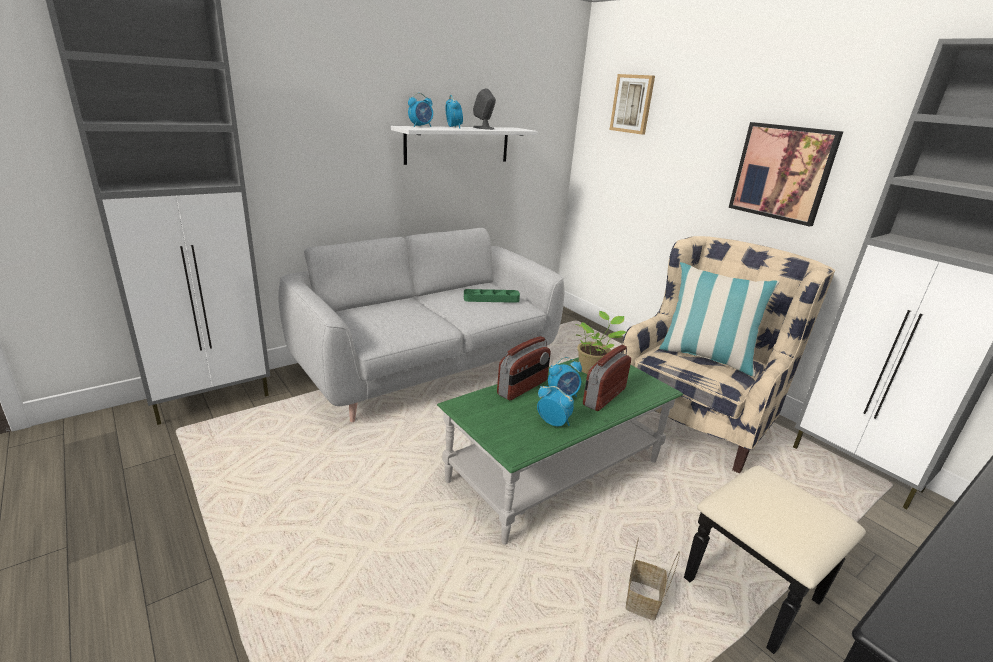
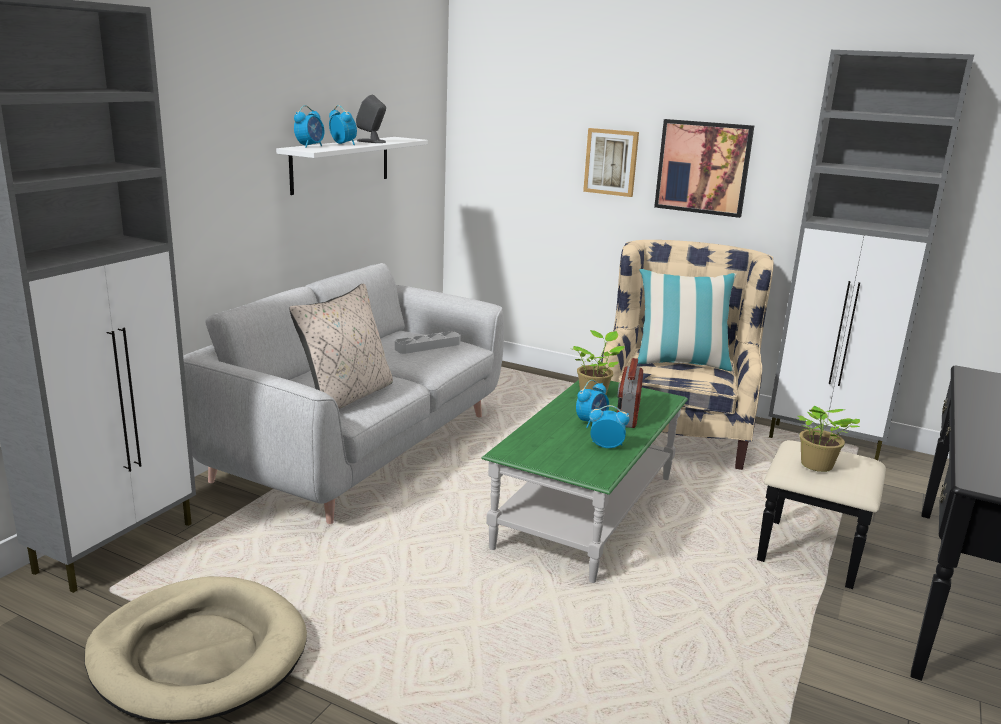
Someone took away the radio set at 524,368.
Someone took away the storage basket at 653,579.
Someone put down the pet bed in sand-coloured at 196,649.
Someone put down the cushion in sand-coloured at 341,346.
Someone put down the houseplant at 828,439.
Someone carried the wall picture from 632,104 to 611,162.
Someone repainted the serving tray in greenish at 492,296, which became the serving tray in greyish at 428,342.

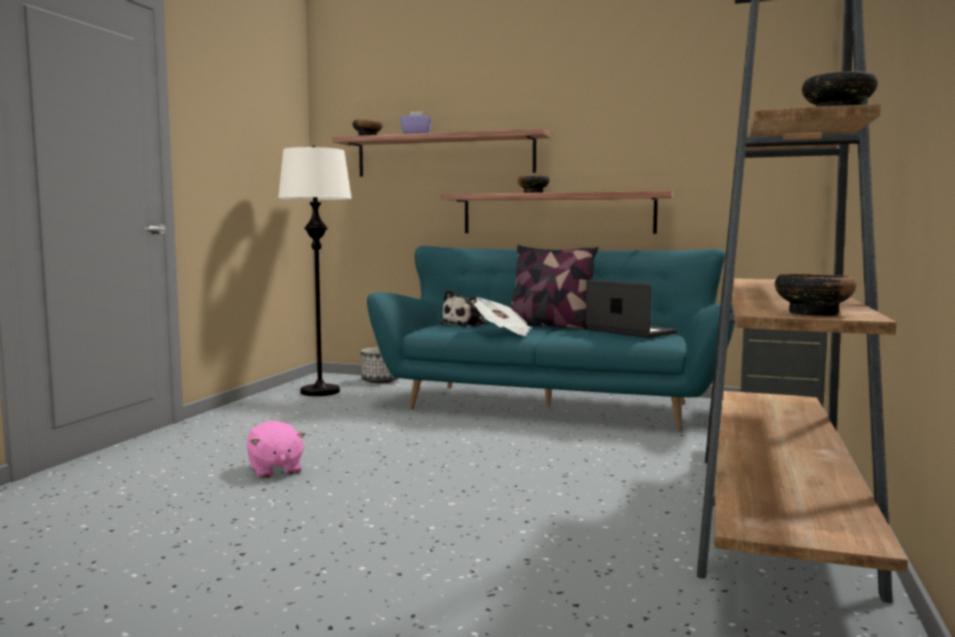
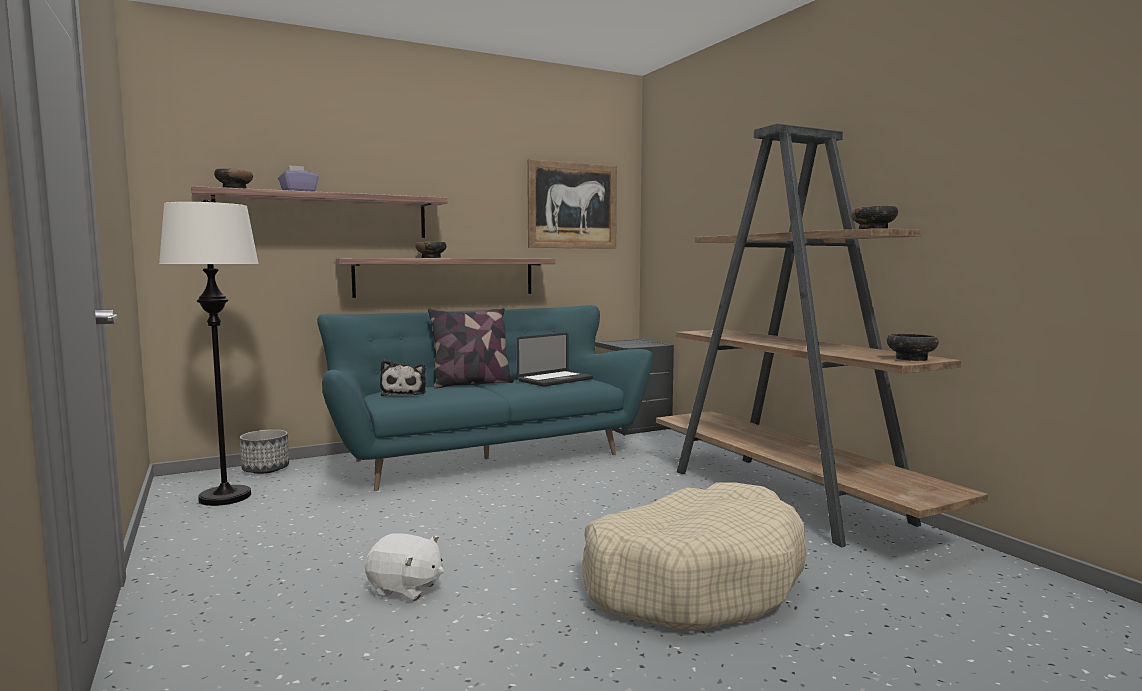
Someone took away the newspaper at 502,316.
Someone put up the wall picture at 572,204.
Someone put down the pet bed in sand-coloured at 694,556.
Someone repainted the plush toy in pink-coloured at 276,449, which became the plush toy in white at 404,567.
Someone rotated the notebook computer at 631,308 by 135 degrees clockwise.

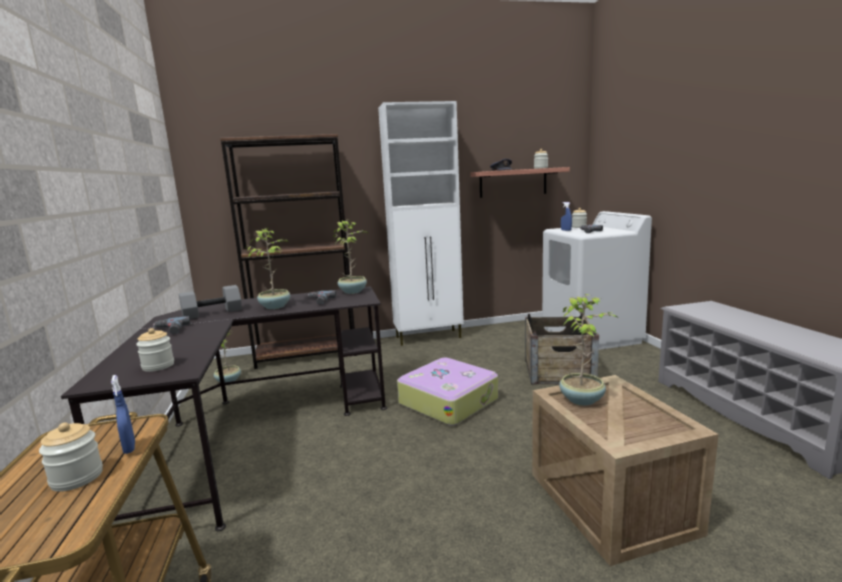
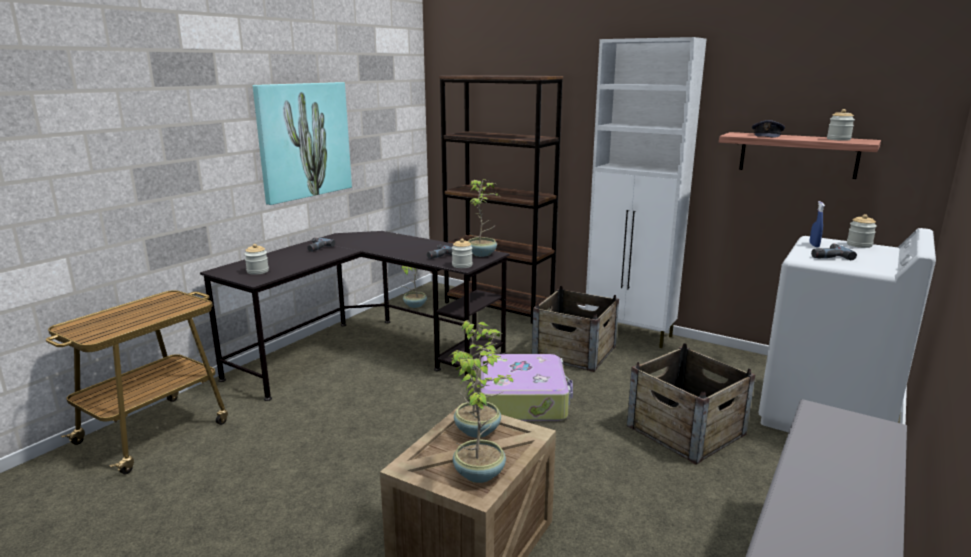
Someone took away the hand sprayer in blue at 123,414.
Someone took away the dumbbell in greyish at 210,302.
Someone put up the wall picture at 302,143.
Someone put down the packing crate at 575,329.
Someone carried the jar from 71,457 to 462,253.
Someone carried the houseplant from 267,268 to 483,417.

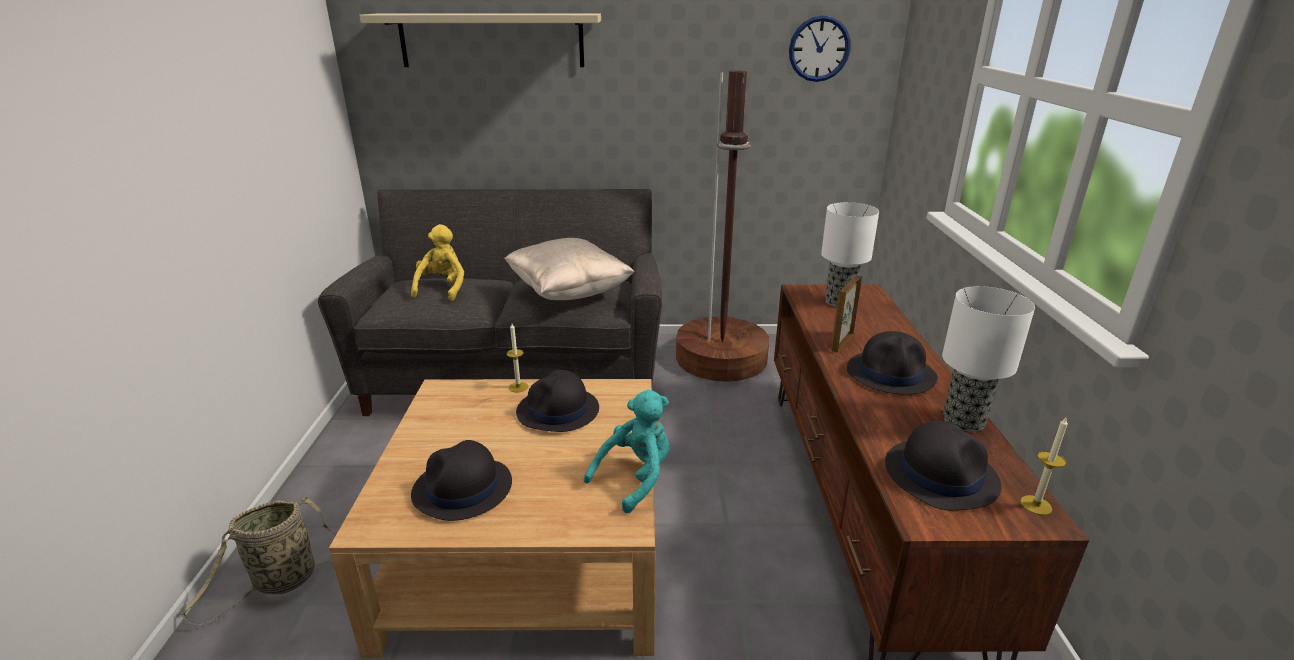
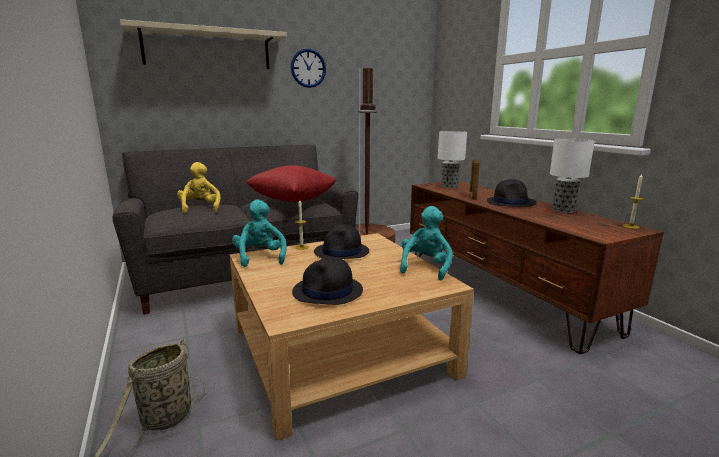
Someone took away the wearable hat in black at 943,466.
Someone put down the plush toy in blue-green at 259,233.
Someone carried the hanging clock from 820,48 to 308,68.
Someone repainted the cushion in sand-coloured at 569,269, which became the cushion in red at 291,183.

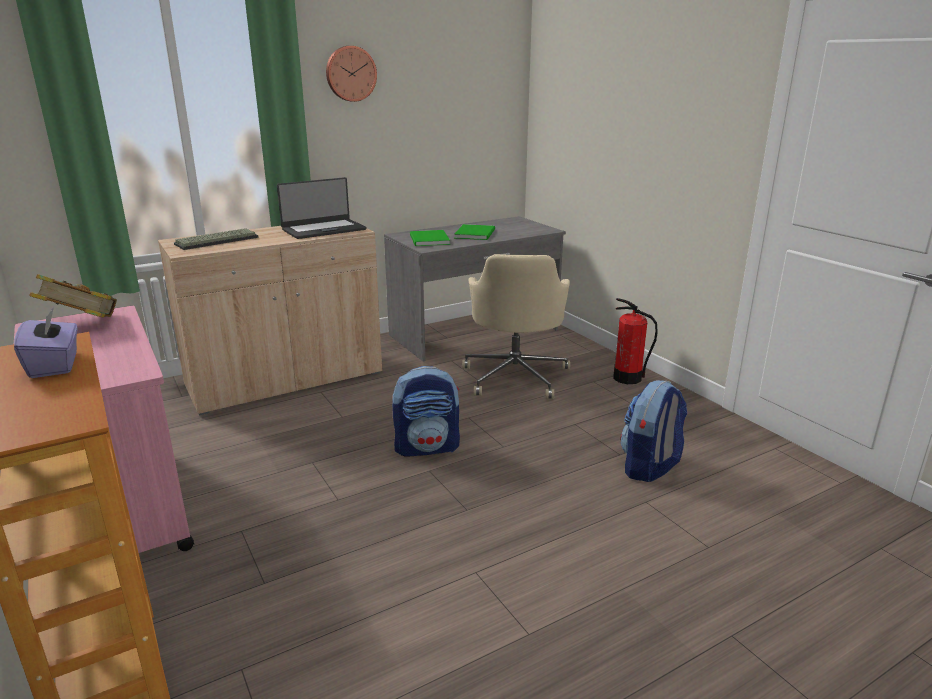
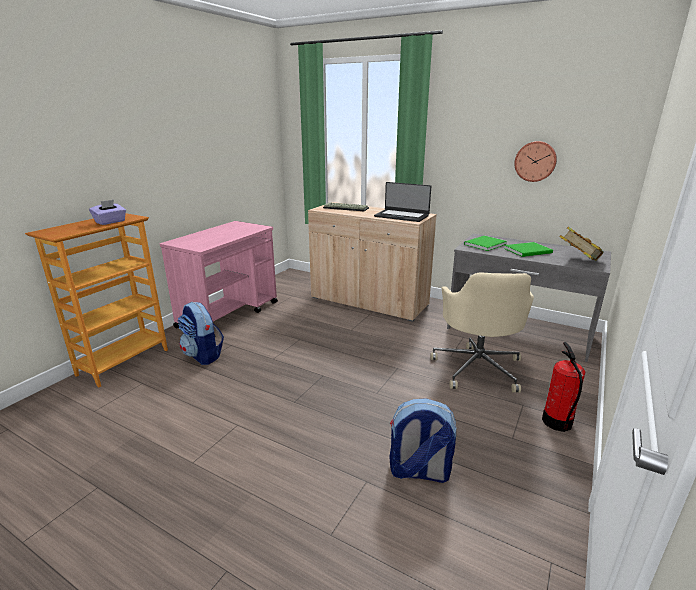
Someone carried the volume from 73,296 to 581,244.
Someone carried the hanging clock from 351,74 to 535,161.
Someone carried the backpack from 426,411 to 201,333.
Someone rotated the computer chair in sand-coloured at 516,326 by 60 degrees counterclockwise.

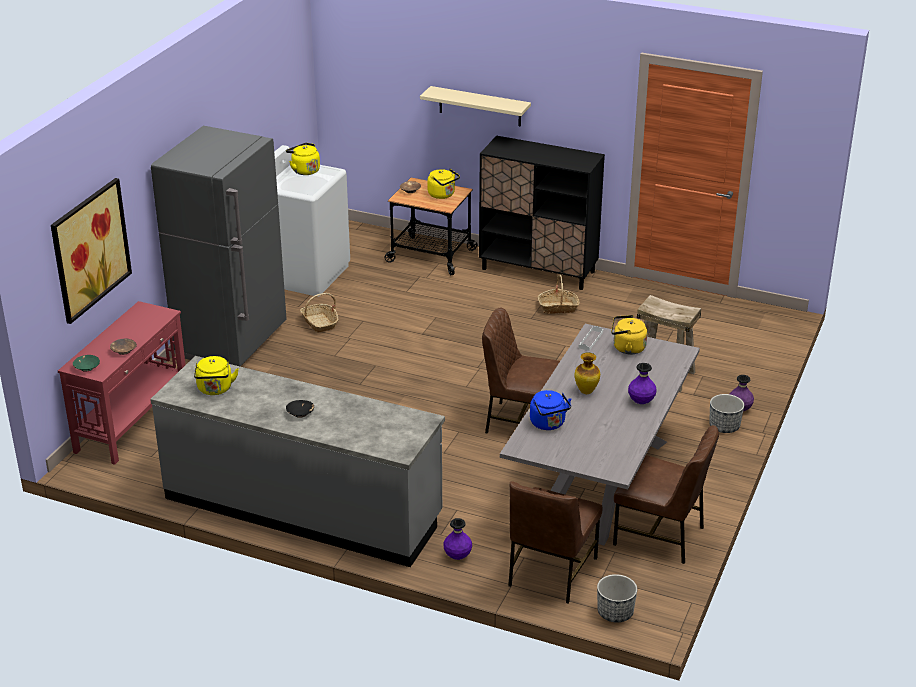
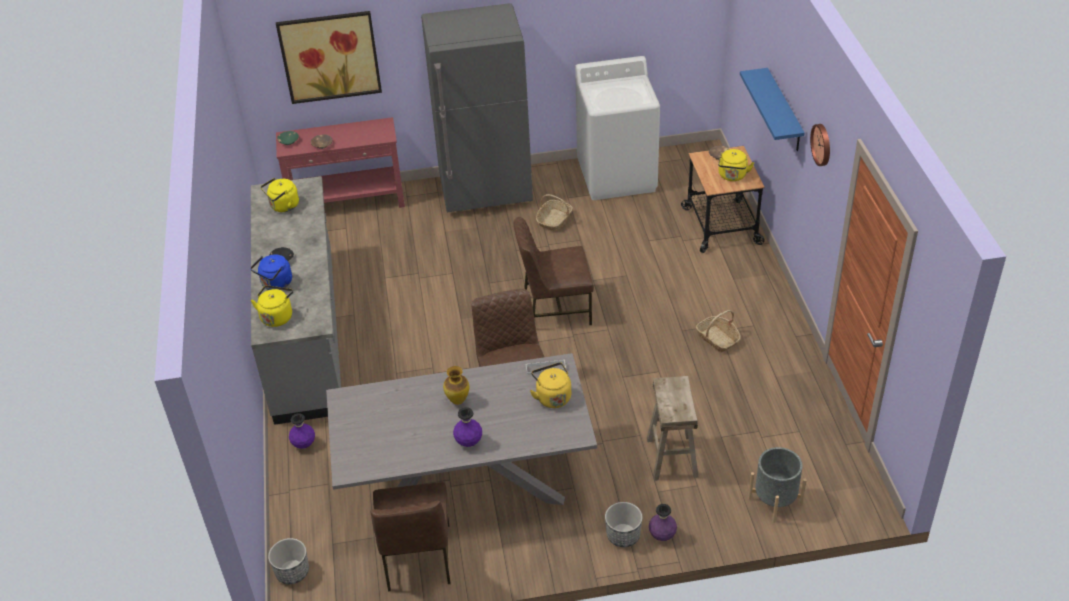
Someone took away the cupboard in black at 542,213.
Someone put down the plant pot in greyish at 777,485.
Someone put up the hanging clock at 820,145.
Someone carried the kettle in yellow from 303,159 to 272,306.
Someone carried the upright chair in brownish from 555,542 to 554,271.
Someone carried the kettle in blue from 550,410 to 271,272.
Someone repainted the wall shelf in sand-coloured at 475,106, which became the wall shelf in blue at 772,109.

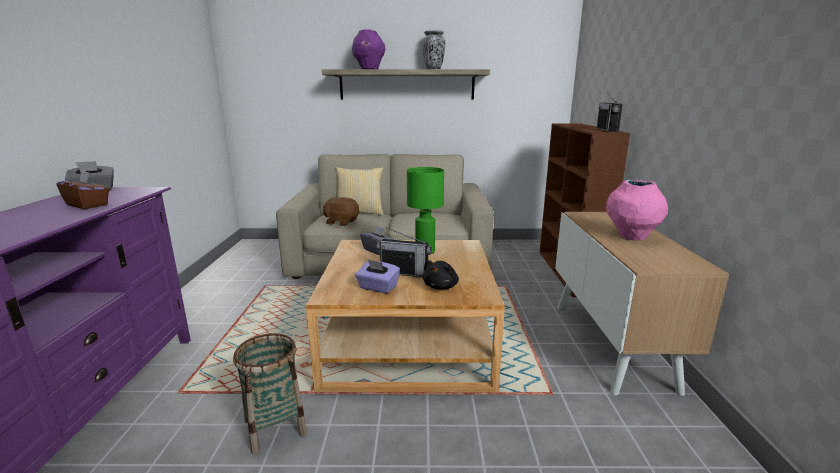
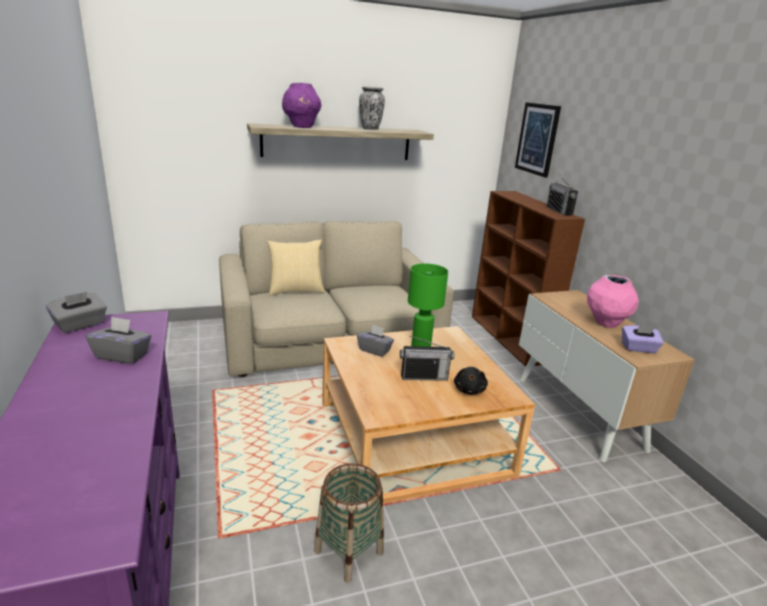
Someone took away the plush toy in brownish at 341,211.
Someone put up the wall picture at 538,140.
Someone carried the tissue holder in purple from 377,276 to 643,339.
Someone repainted the tissue holder in brownish at 83,189, which became the tissue holder in greyish at 118,340.

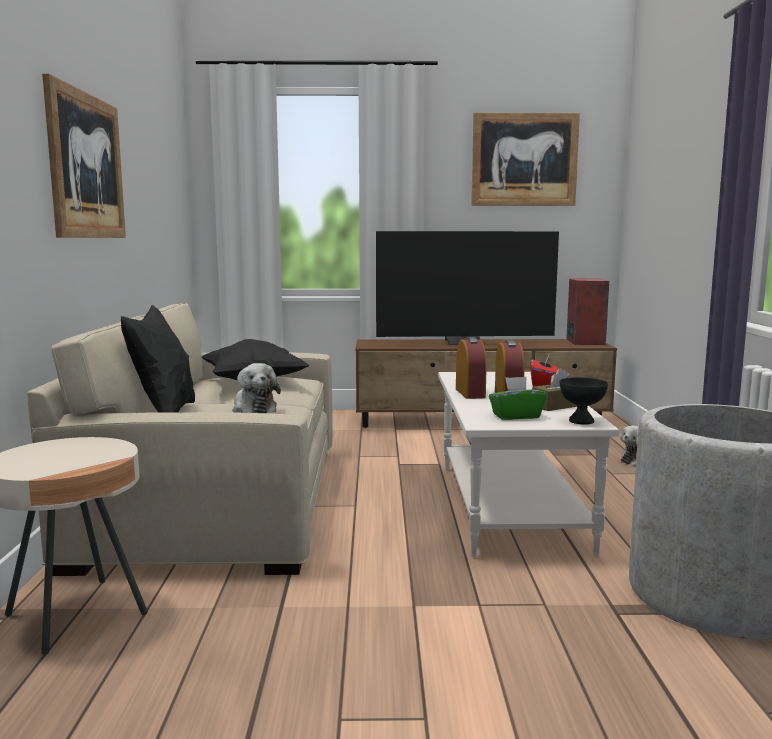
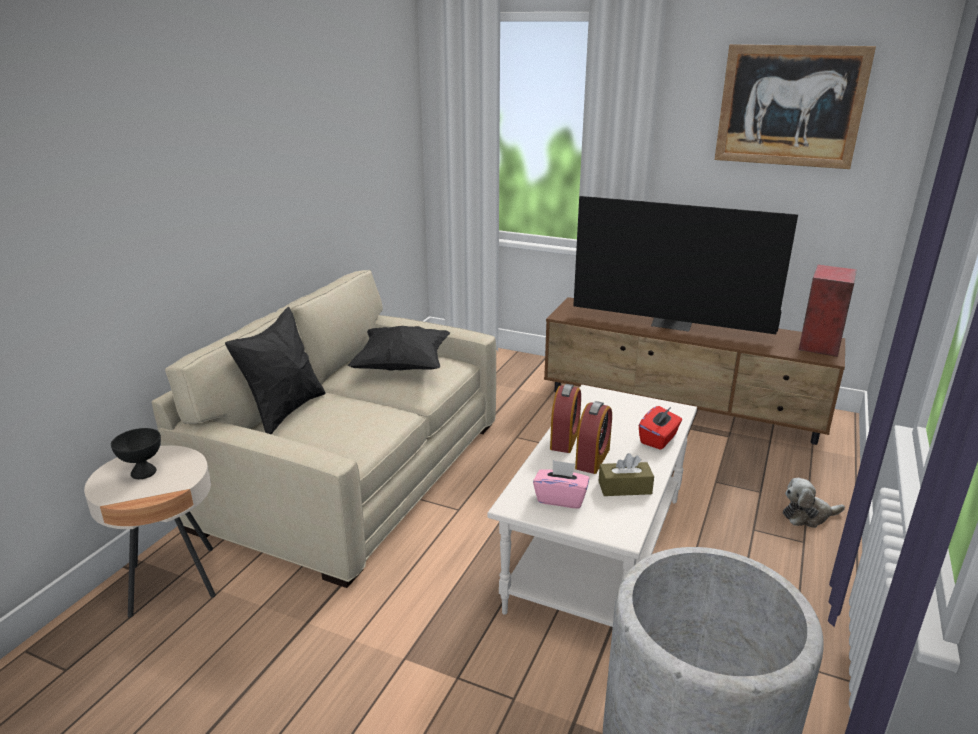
Someone took away the wall picture at 84,156.
Someone took away the plush toy at 257,388.
Someone carried the deep dish in black from 584,401 to 136,453.
Someone repainted the tissue holder in greenish at 518,398, which became the tissue holder in pink-coloured at 561,484.

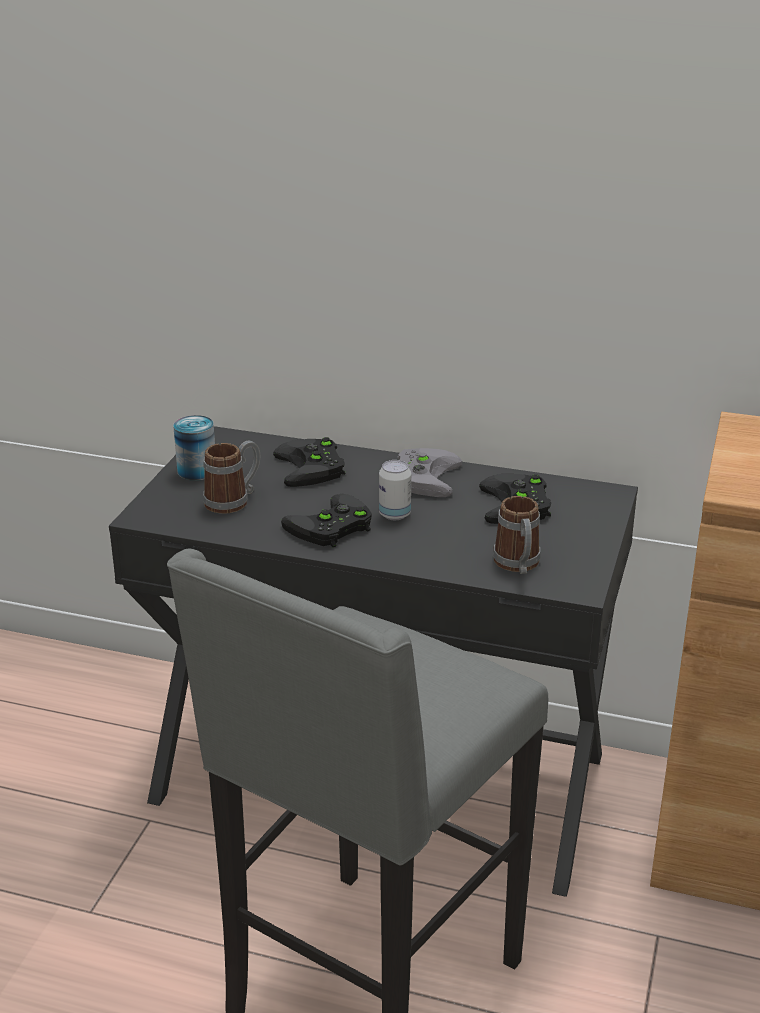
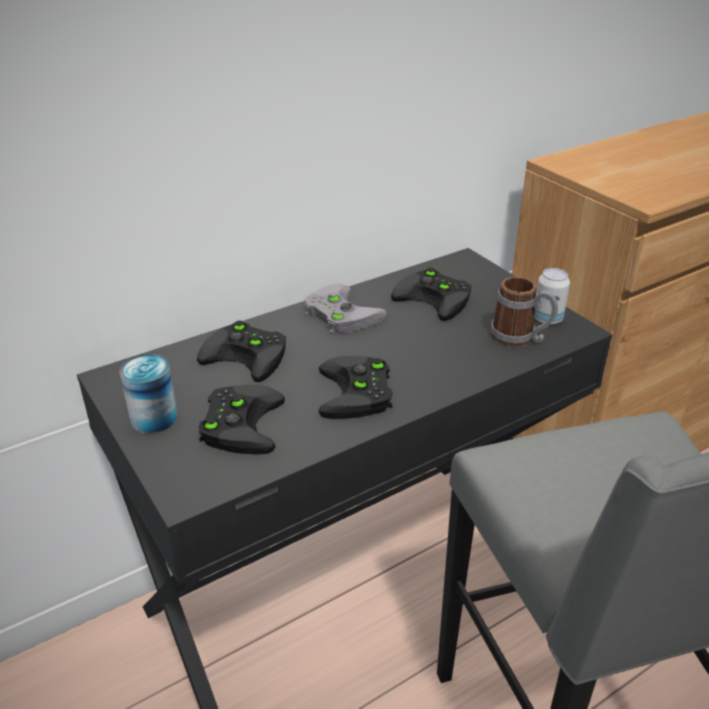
Someone carried the can from 395,490 to 552,296.
Someone swapped the coffee mug at 231,476 for the gamepad in black at 242,420.

